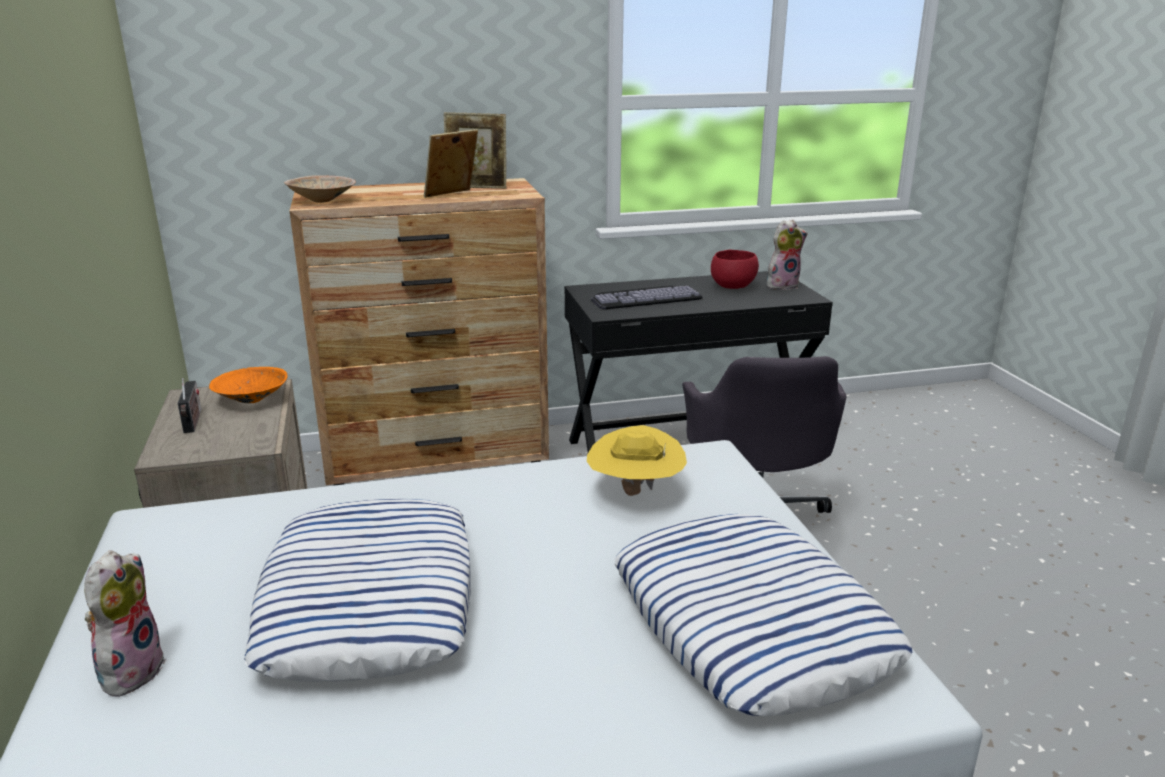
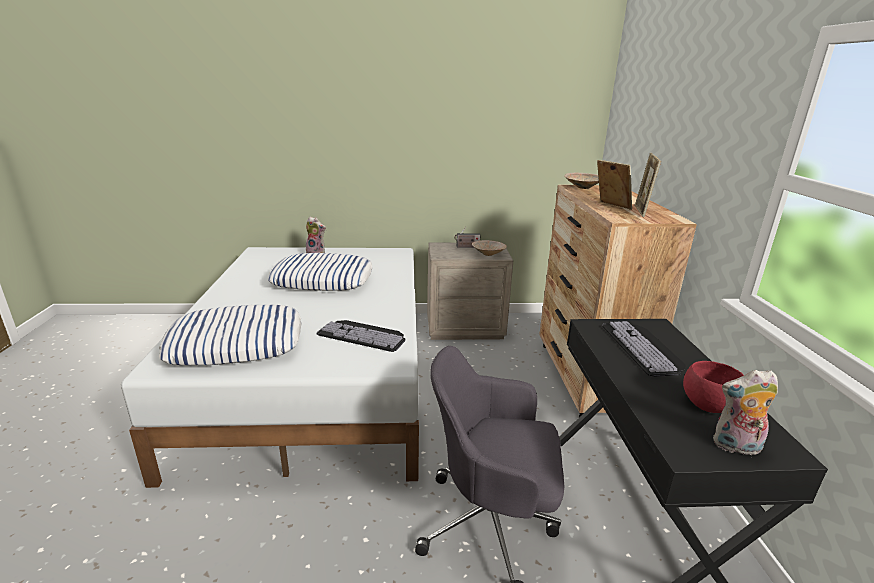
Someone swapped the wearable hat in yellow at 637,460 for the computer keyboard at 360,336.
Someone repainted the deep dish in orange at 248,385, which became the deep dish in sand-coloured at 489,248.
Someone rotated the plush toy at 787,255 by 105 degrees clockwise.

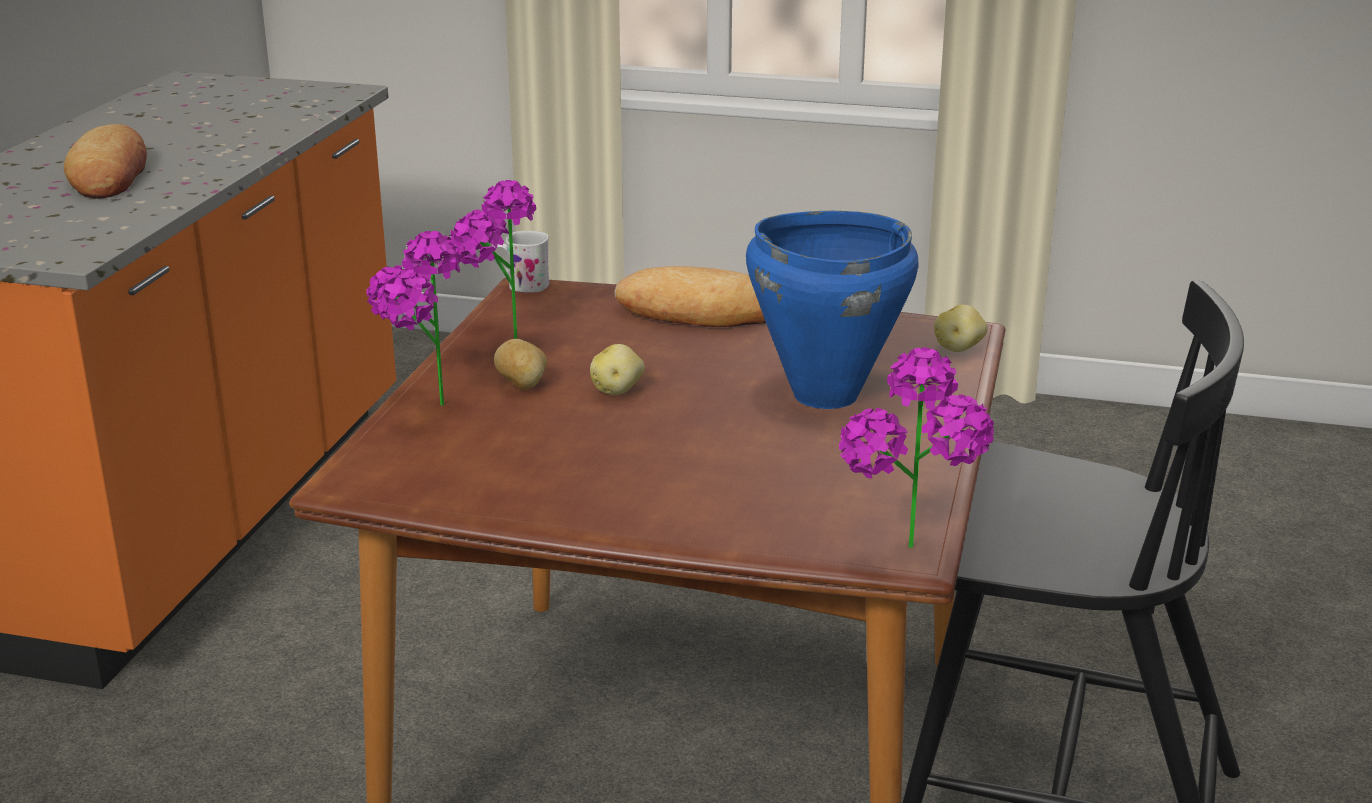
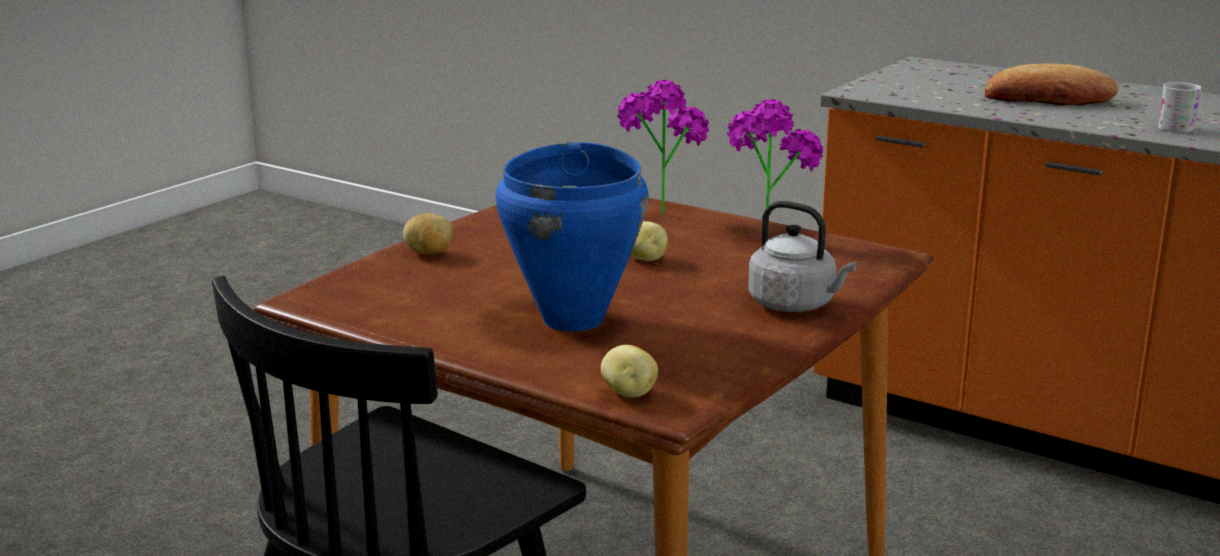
Someone took away the houseplant at 916,447.
Someone carried the coffee mug in white from 521,262 to 1180,107.
Someone carried the whole potato from 520,364 to 428,233.
Someone swapped the bread at 690,296 for the kettle in greyish at 802,256.

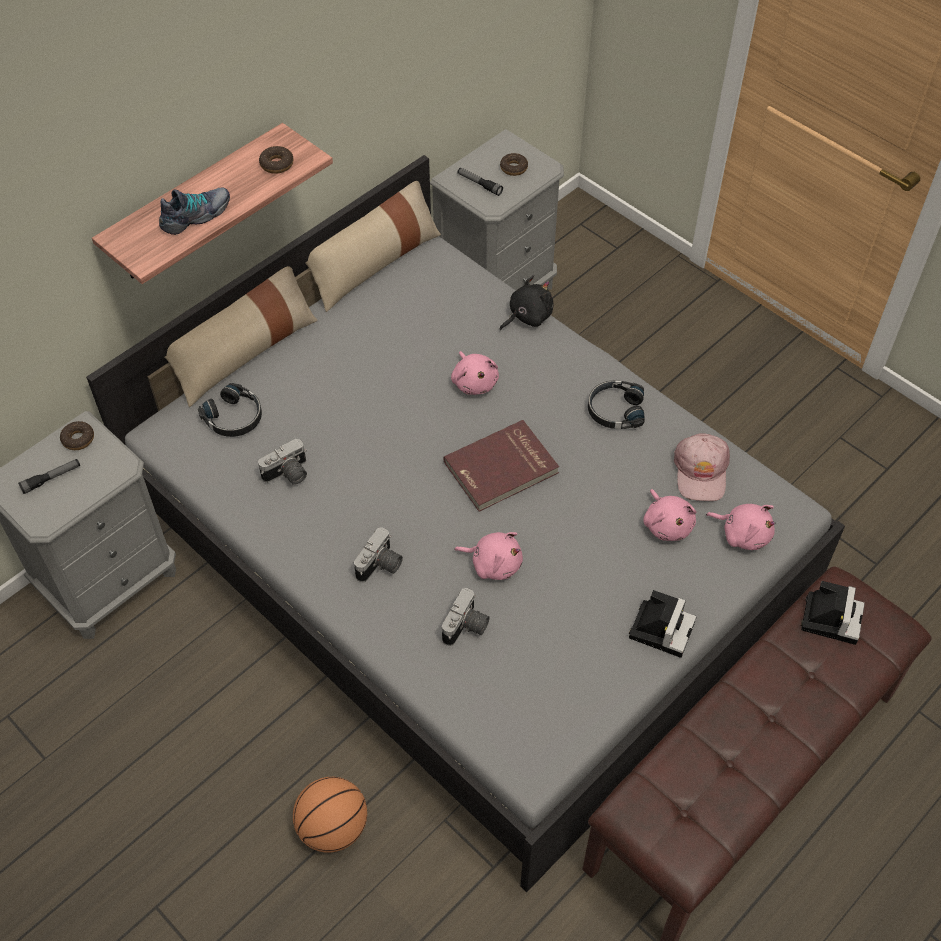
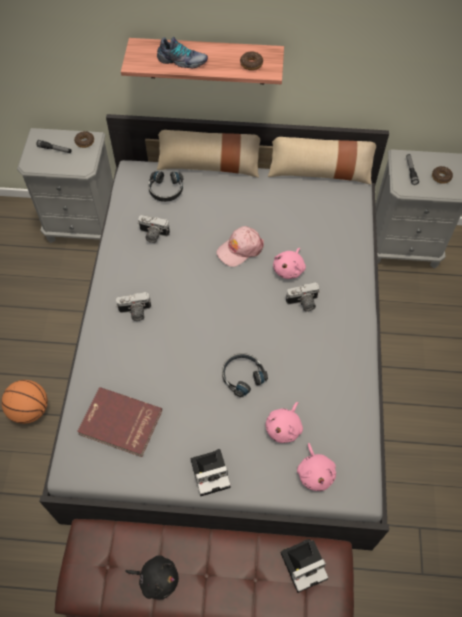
Someone took away the plush toy in pink-coloured at 488,556.
Someone carried the still camera from 466,617 to 303,297.
Someone carried the volume in red from 501,466 to 119,422.
Someone carried the plush toy in black from 526,302 to 152,577.
Someone carried the pair of headphones in black from 616,405 to 245,375.
Someone carried the baseball cap in pink-coloured from 702,467 to 240,246.

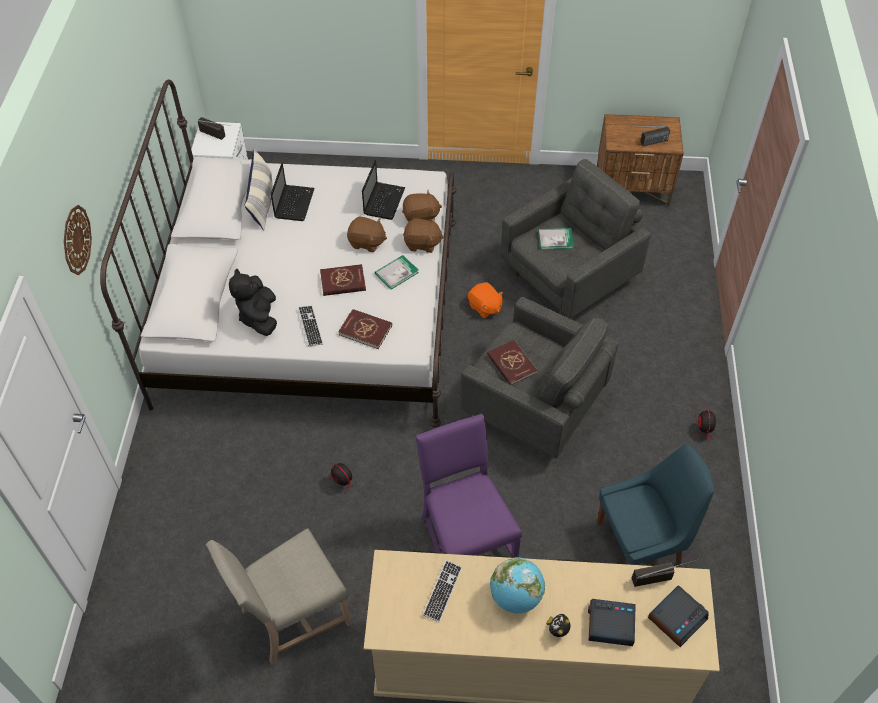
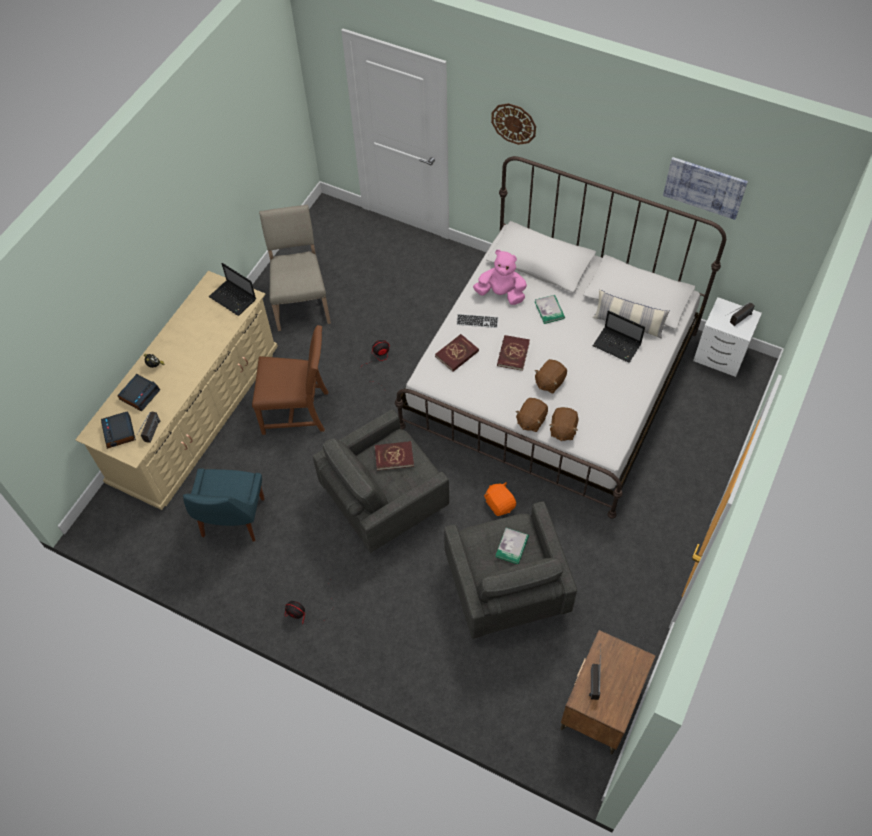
Someone took away the computer keyboard at 442,591.
Someone took away the globe at 517,585.
Someone put up the wall picture at 705,188.
Someone carried the notebook computer from 383,190 to 232,289.
Someone carried the volume from 397,272 to 550,309.
Someone repainted the plush toy in black at 253,302, which became the plush toy in pink-coloured at 500,277.
Someone repainted the upright chair in purple at 469,485, which became the upright chair in brownish at 290,380.
Someone rotated the plush toy in orange at 486,300 by 75 degrees clockwise.

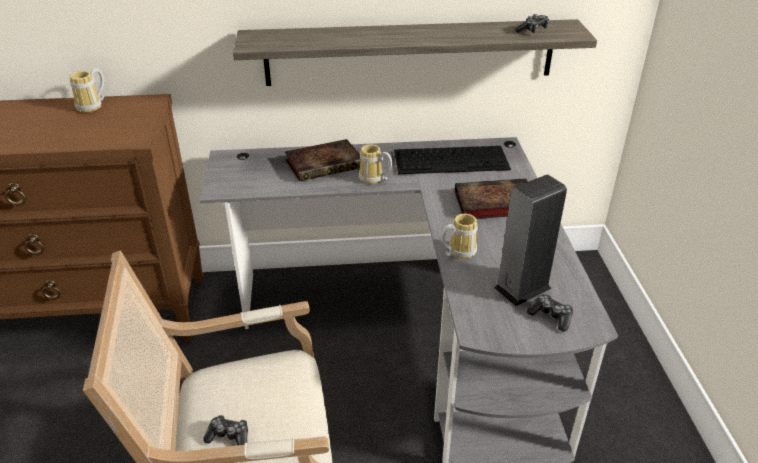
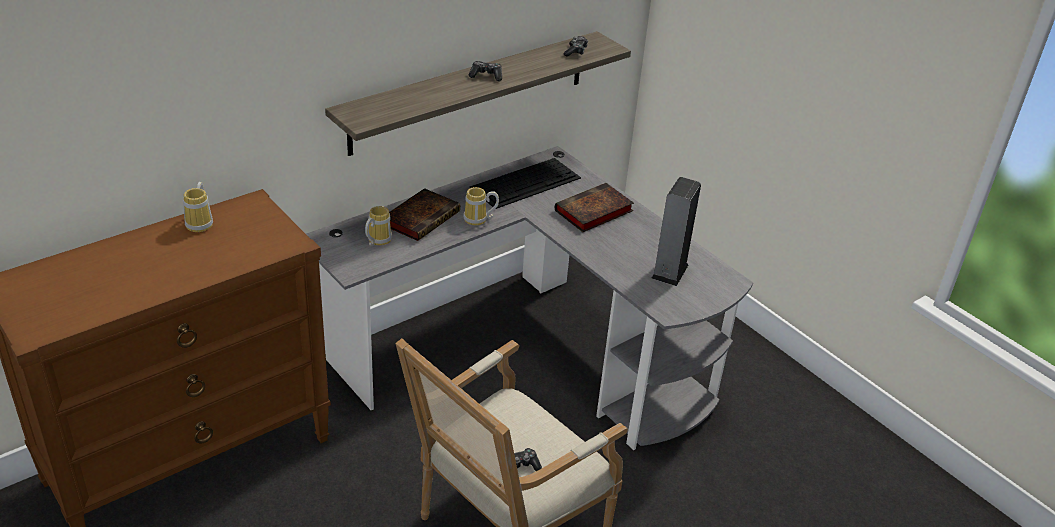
Someone carried the coffee mug from 459,236 to 378,226.
Someone carried the gamepad from 550,313 to 485,71.

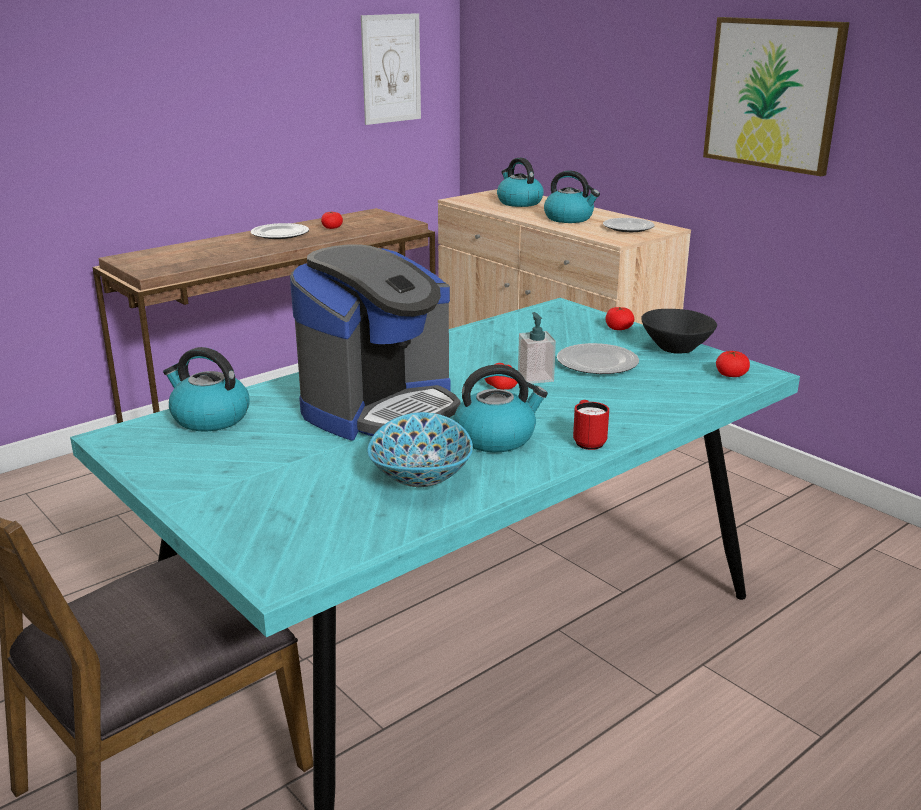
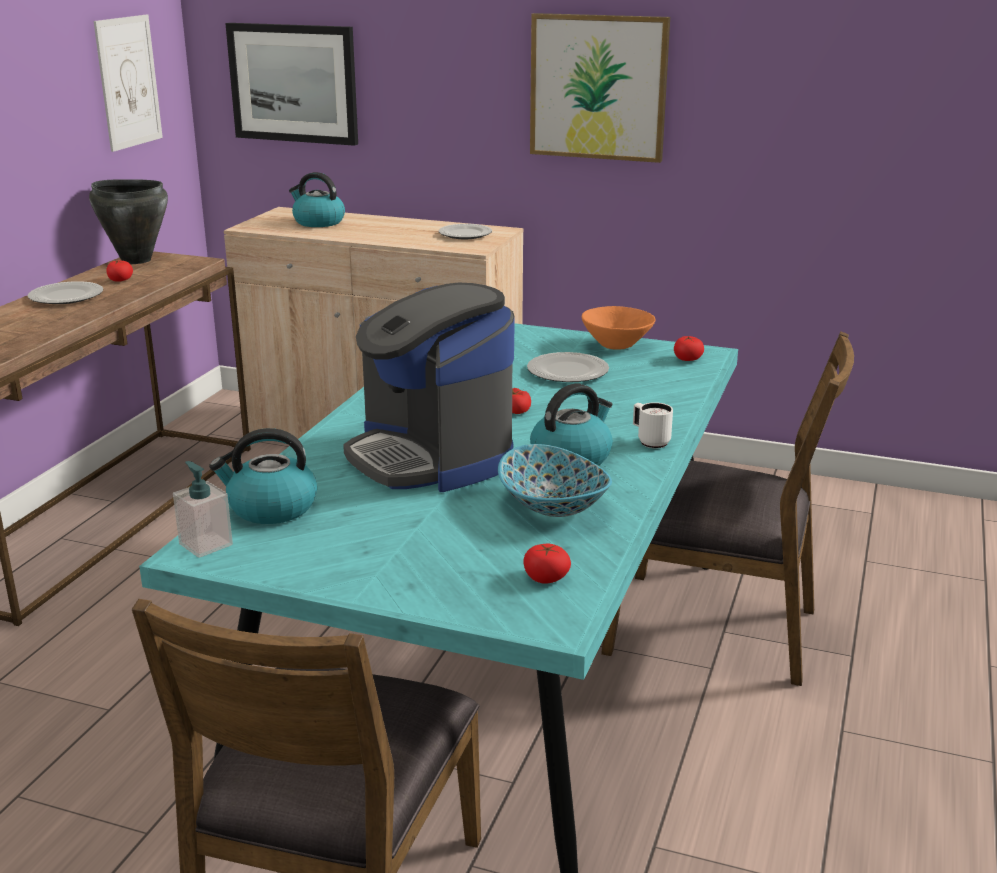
Someone took away the kettle at 572,196.
Someone put down the cooking pot in black at 128,221.
Someone put up the wall picture at 291,84.
Someone put down the upright chair in brownish at 727,508.
Someone carried the soap bottle from 537,348 to 203,509.
Someone carried the tomato from 619,318 to 547,564.
Someone repainted the coffee mug in red at 591,425, which became the coffee mug in white at 653,425.
Someone repainted the deep dish in black at 679,331, which became the deep dish in orange at 618,328.
Someone rotated the coffee machine at 375,342 by 135 degrees clockwise.

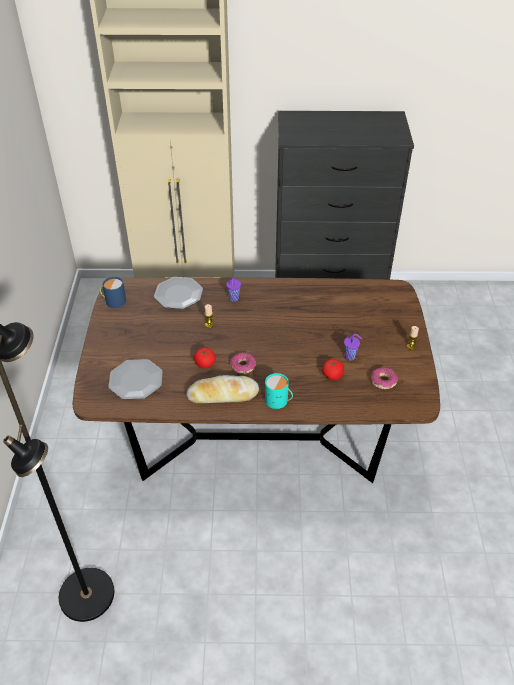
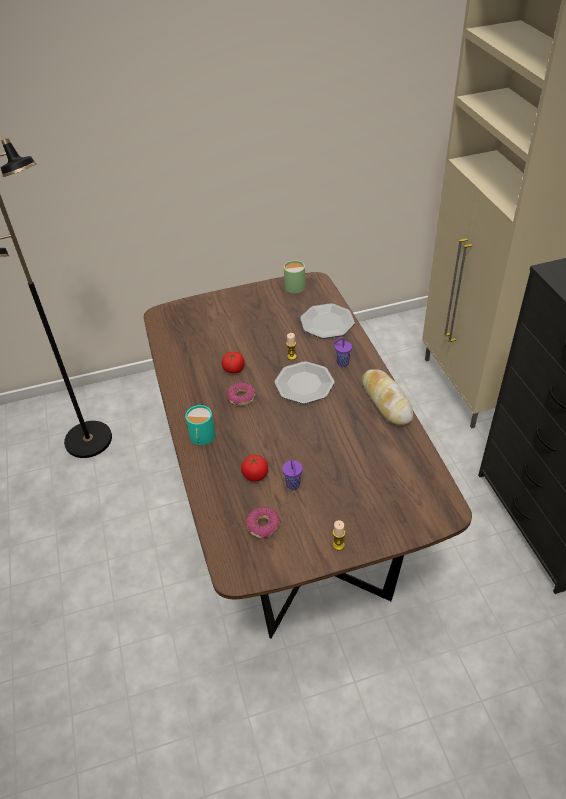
Someone carried the dinner plate from 135,379 to 304,383.
Someone carried the bread from 222,389 to 387,397.
Someone repainted the coffee mug in blue at 113,292, which became the coffee mug in greenish at 295,276.

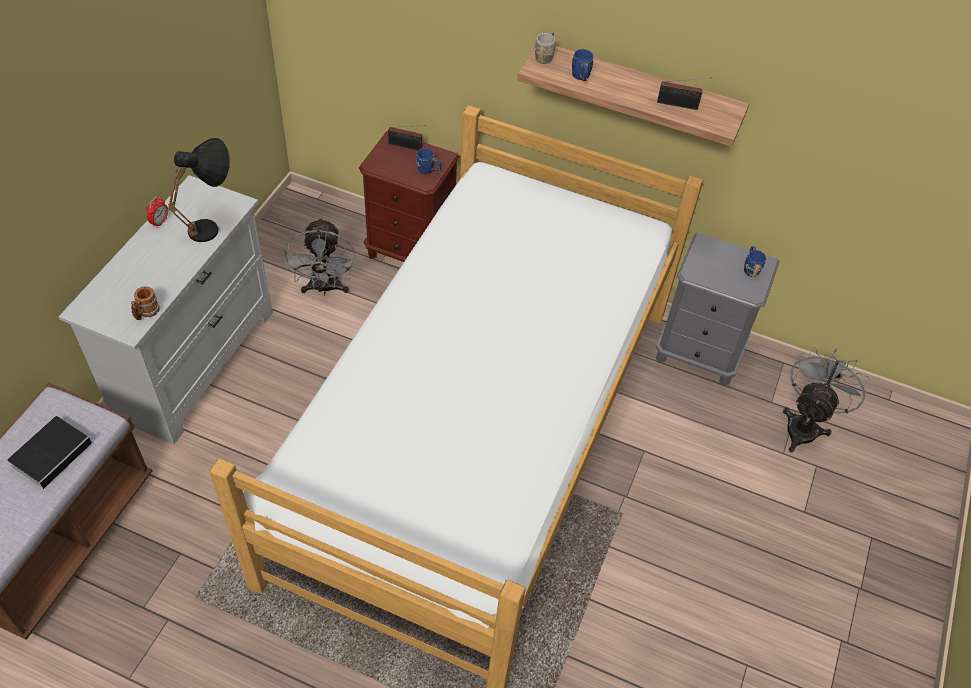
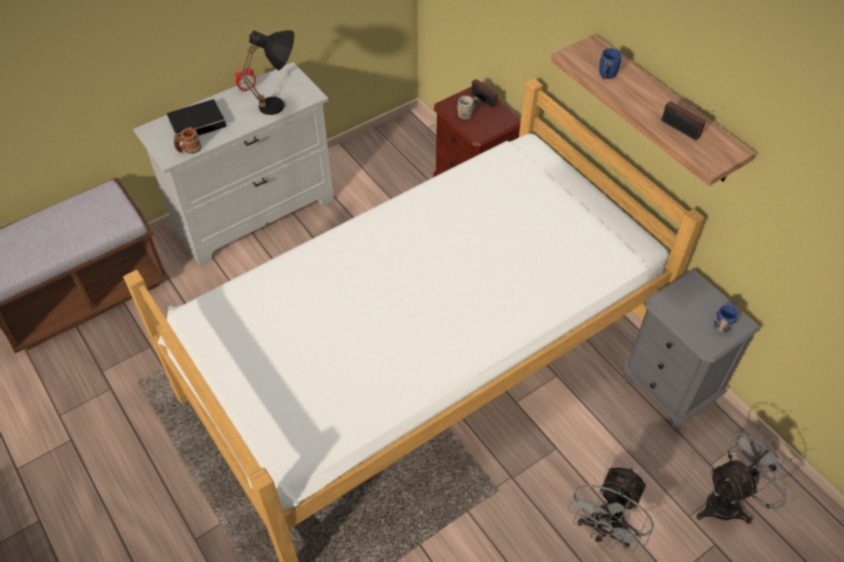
Someone took away the coffee mug in blue at 428,161.
Someone carried the volume from 53,452 to 201,117.
Someone carried the cooling fan in greyish from 320,256 to 611,509.
Someone carried the coffee mug in greyish from 545,48 to 468,108.

